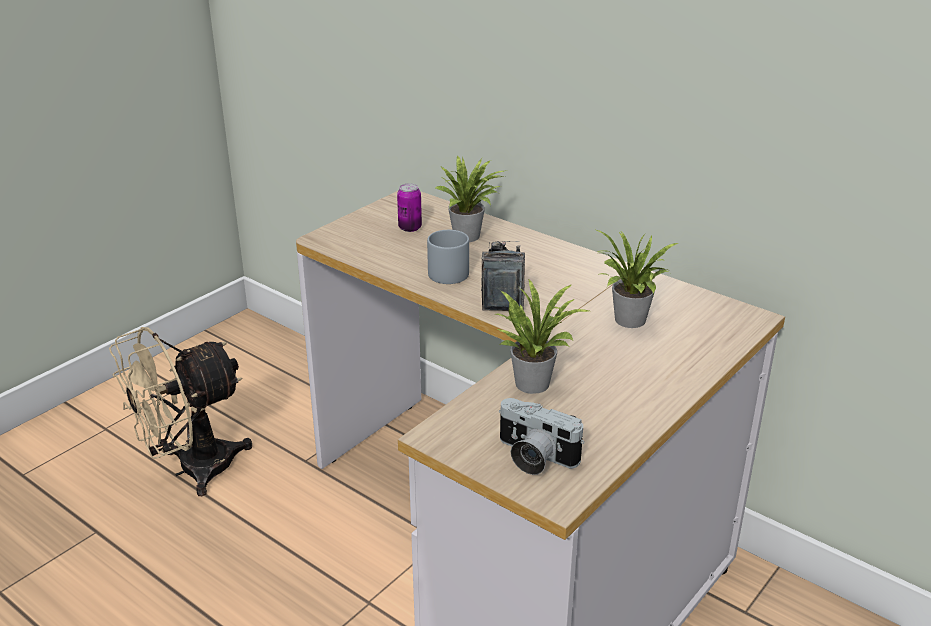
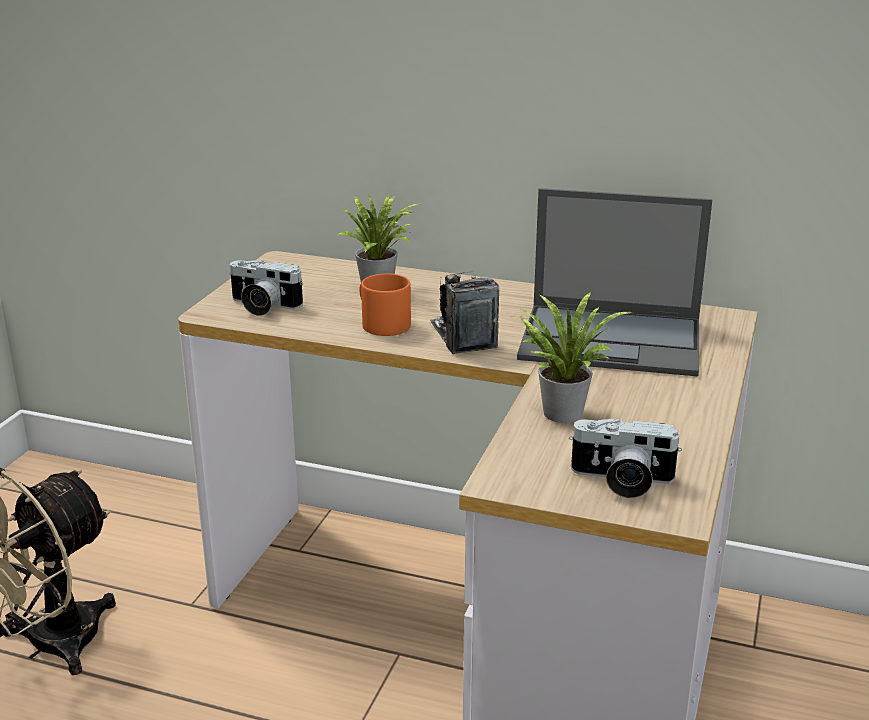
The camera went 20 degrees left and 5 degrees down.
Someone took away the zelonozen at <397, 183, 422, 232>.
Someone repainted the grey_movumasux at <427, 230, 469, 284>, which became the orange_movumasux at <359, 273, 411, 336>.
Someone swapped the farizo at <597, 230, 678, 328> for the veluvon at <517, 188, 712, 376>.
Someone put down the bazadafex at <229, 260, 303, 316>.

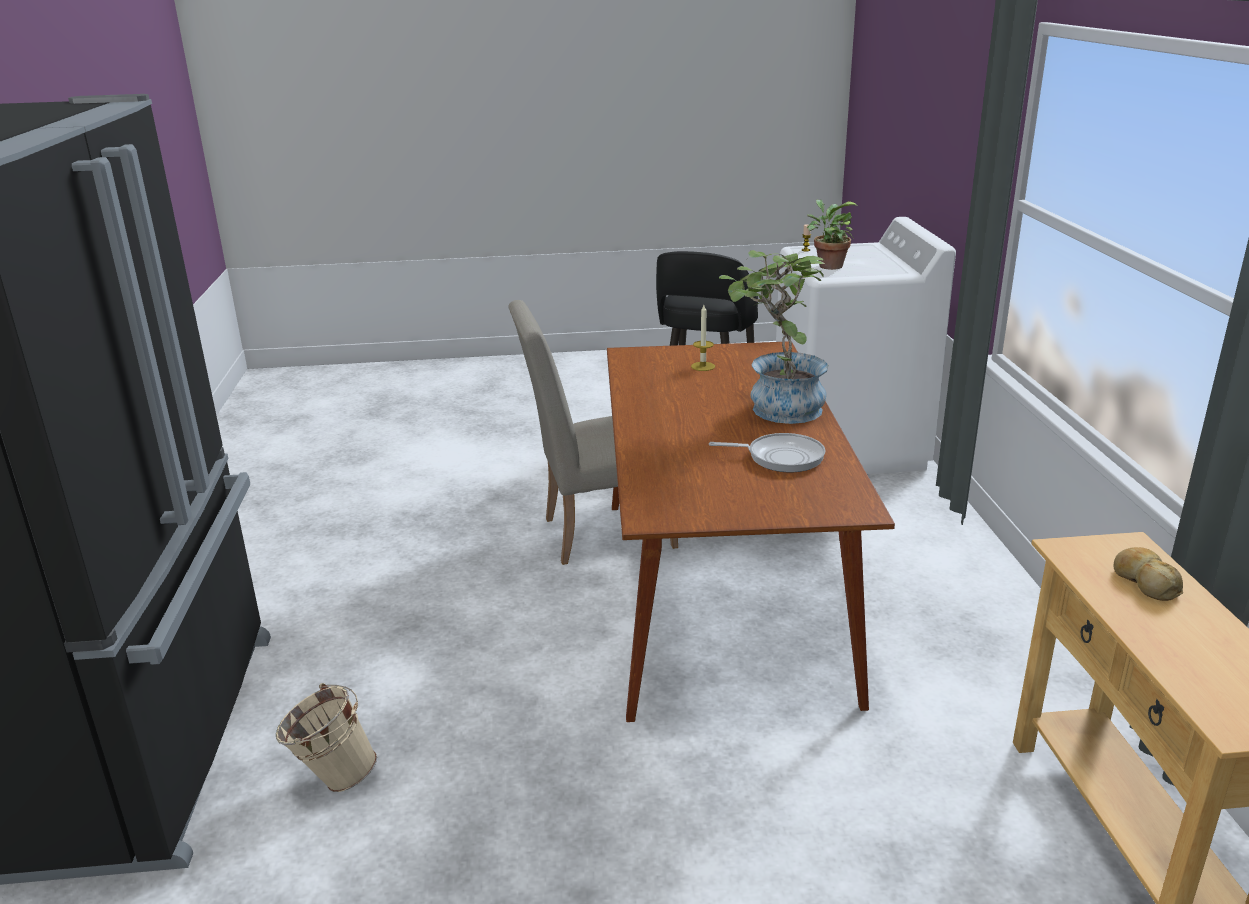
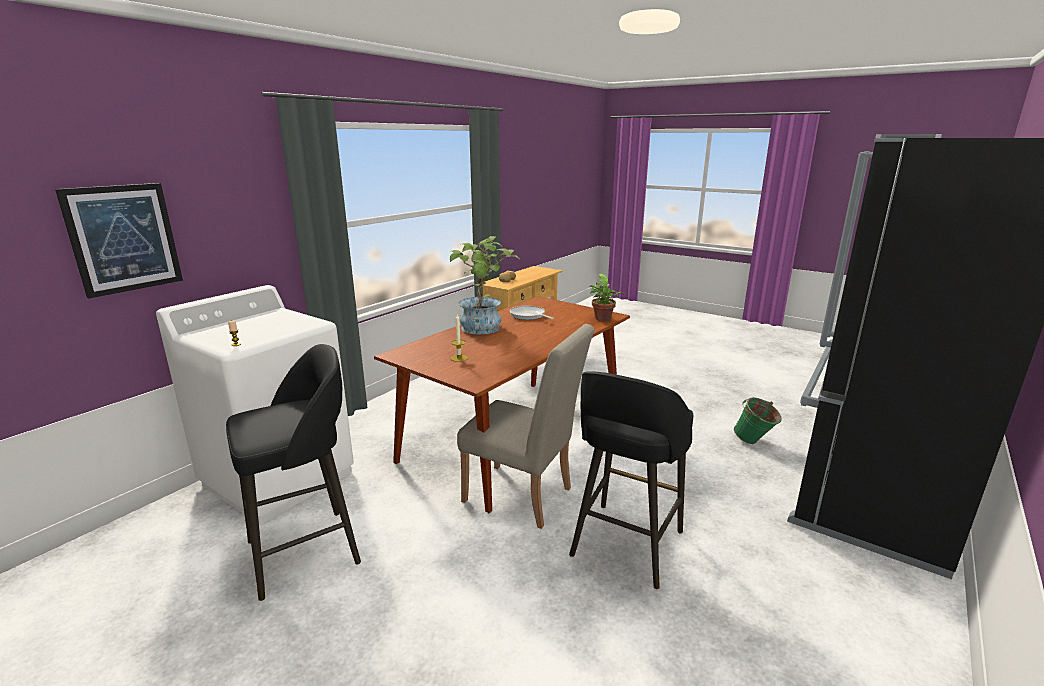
The camera went 140 degrees left and 5 degrees down.
Someone repainted the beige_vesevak at <276, 683, 377, 792>, which became the green_vesevak at <734, 397, 782, 444>.
Someone carried the farizo from <807, 199, 857, 270> to <589, 274, 626, 321>.
Someone put up the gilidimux at <55, 183, 183, 298>.
Someone put down the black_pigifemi at <569, 371, 693, 589>.

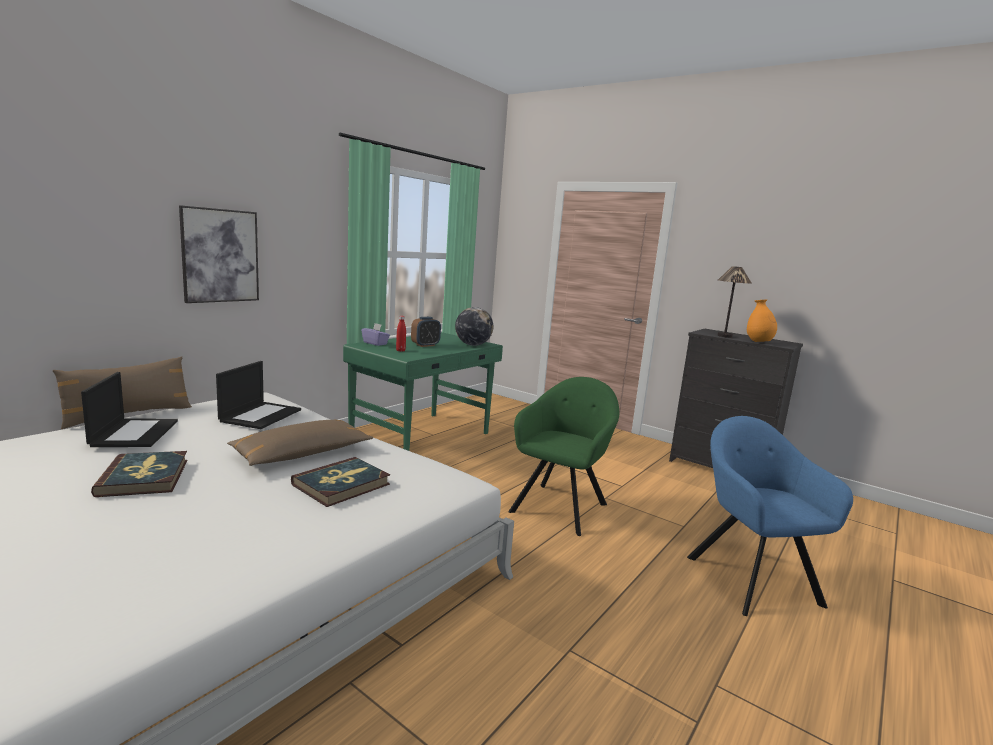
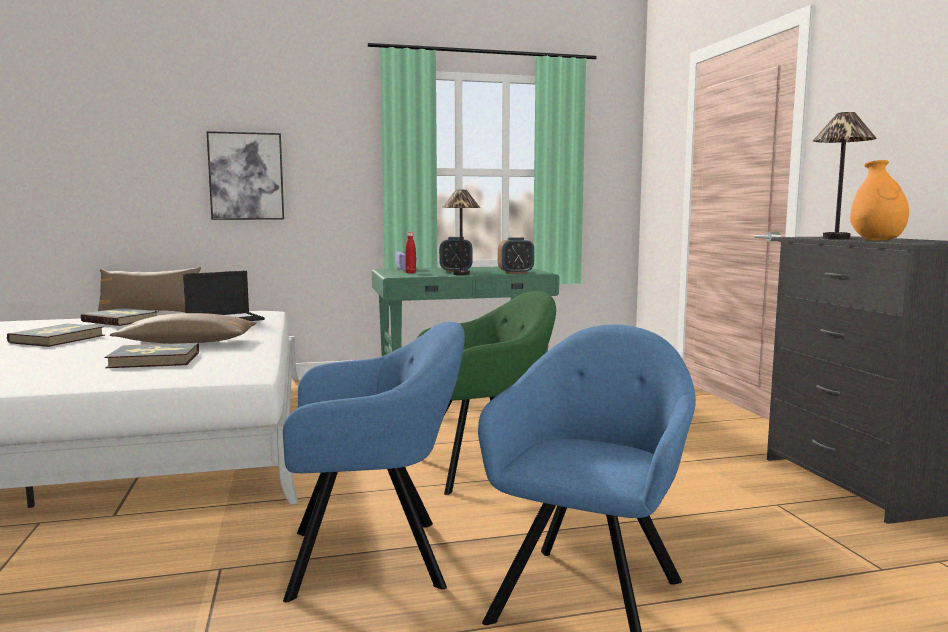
The camera went 40 degrees right and 5 degrees down.
Someone swapped the veluvon at <81, 372, 178, 447> for the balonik at <80, 308, 159, 326>.
Someone swapped the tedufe at <455, 307, 493, 346> for the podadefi at <498, 237, 534, 274>.
Someone put down the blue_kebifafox at <283, 322, 465, 602>.
Someone put down the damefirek at <442, 190, 480, 275>.

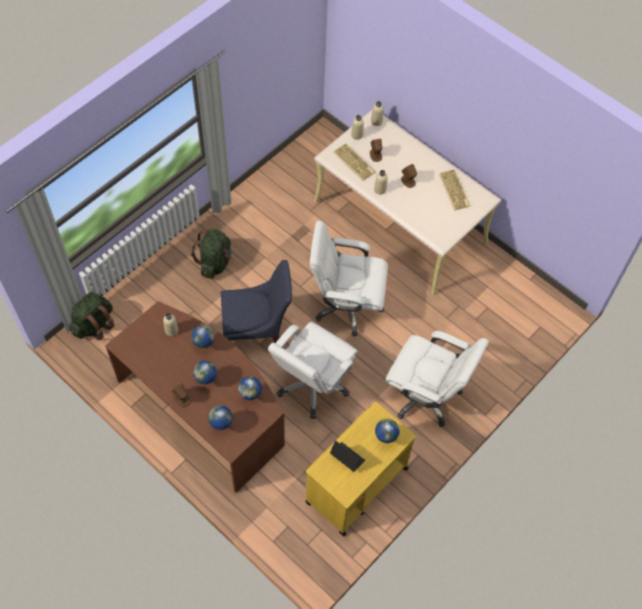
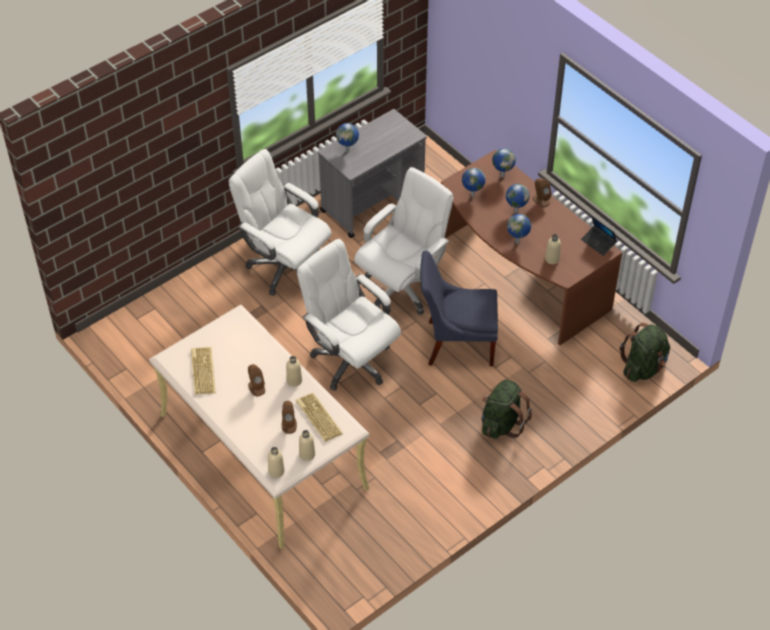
The camera went 170 degrees left and 10 degrees down.
Someone repainted the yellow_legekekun at <305, 402, 416, 536>, which became the grey_legekekun at <318, 109, 427, 238>.
Someone rotated the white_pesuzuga at <310, 221, 388, 337> by 150 degrees counterclockwise.
Someone carried the veluvon from <330, 441, 365, 472> to <581, 216, 617, 256>.

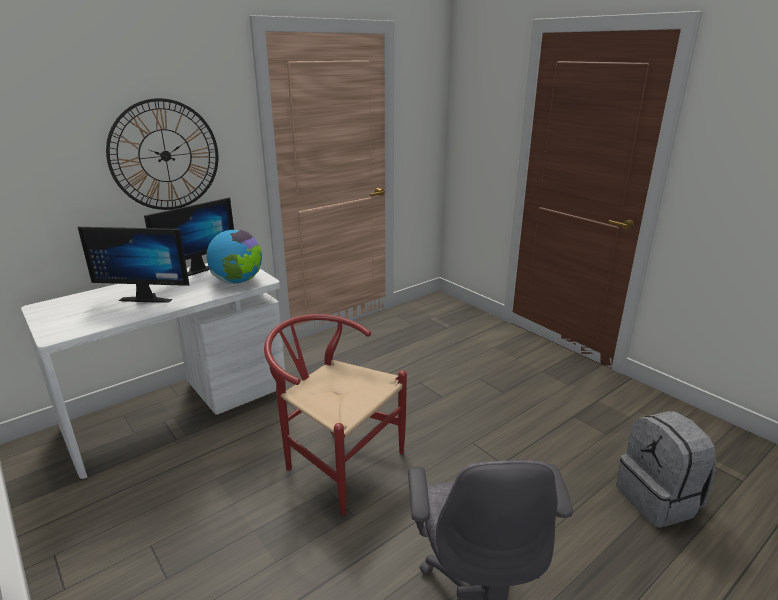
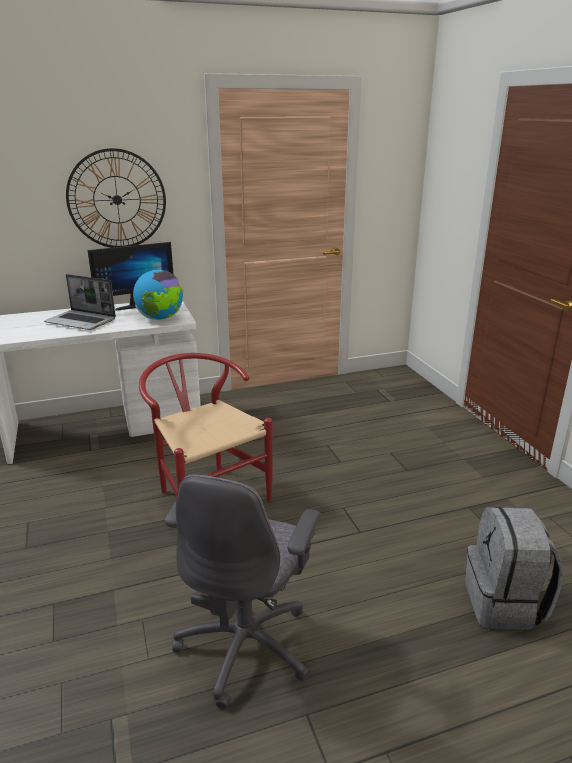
The camera went 20 degrees right and 0 degrees up.
Someone swapped the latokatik at <78, 227, 190, 303> for the veluvon at <44, 274, 116, 330>.

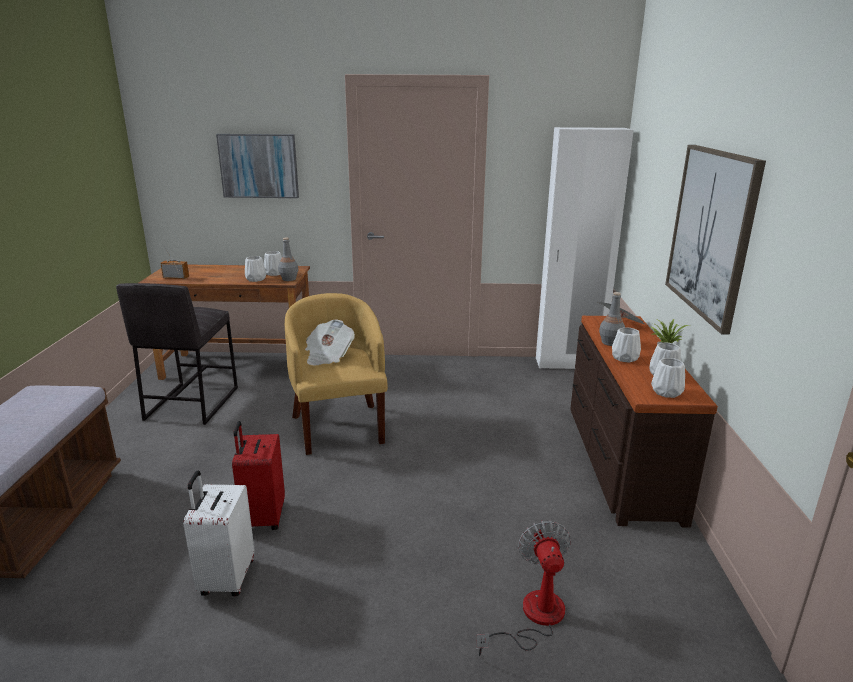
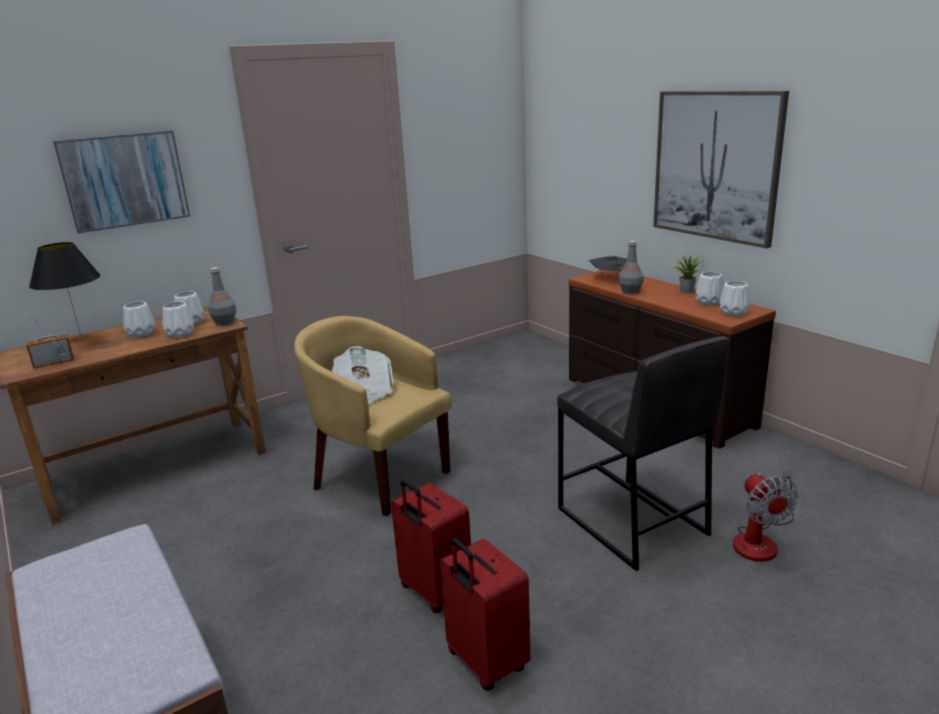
The camera went 35 degrees left and 0 degrees up.
Someone carried the grey_pigifemi from <116, 283, 238, 425> to <557, 336, 730, 571>.
Someone repainted the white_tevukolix at <183, 471, 254, 596>, which became the red_tevukolix at <440, 538, 530, 691>.
Someone rotated the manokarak at <476, 521, 571, 656> by 150 degrees counterclockwise.
Someone took away the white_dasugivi at <536, 127, 634, 369>.
Someone carried the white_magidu from <612, 327, 641, 363> to <123, 301, 155, 338>.
Someone put down the black_damefirek at <29, 242, 100, 343>.

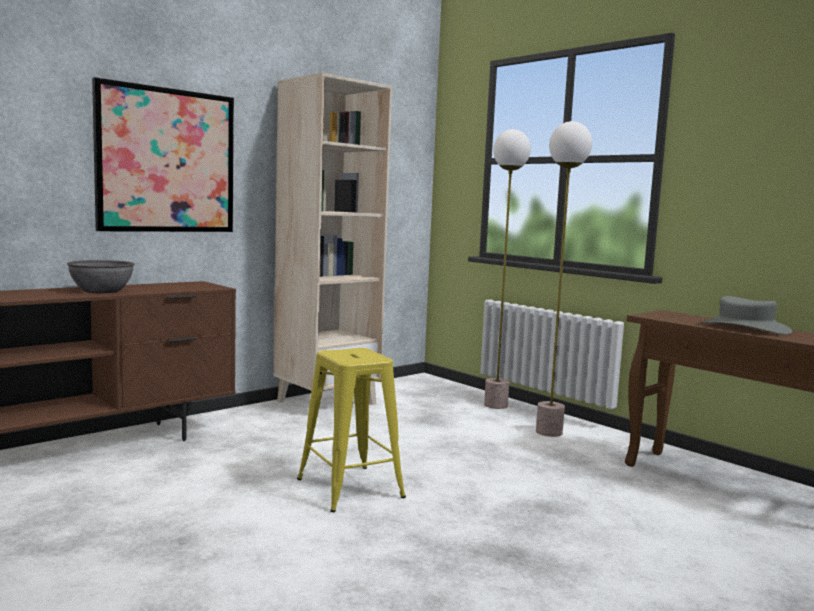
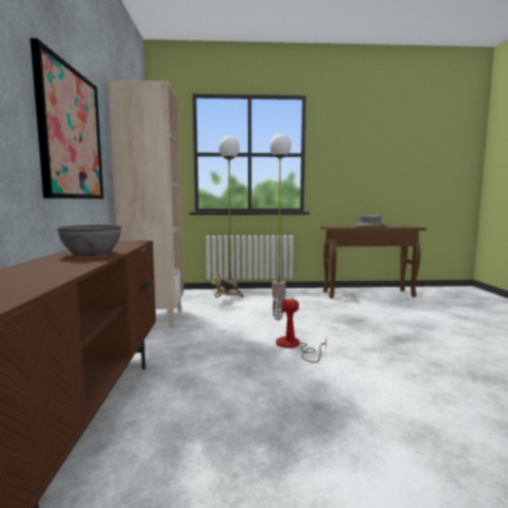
The camera went 50 degrees left and 0 degrees up.
Someone swapped the yellow_pigifemi at <297, 348, 406, 512> for the manokarak at <273, 291, 326, 363>.
Someone put down the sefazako at <211, 274, 244, 298>.

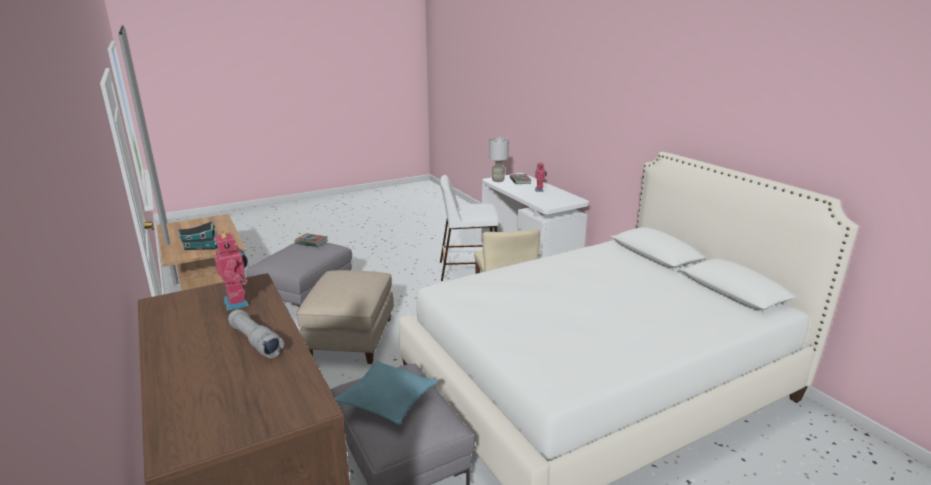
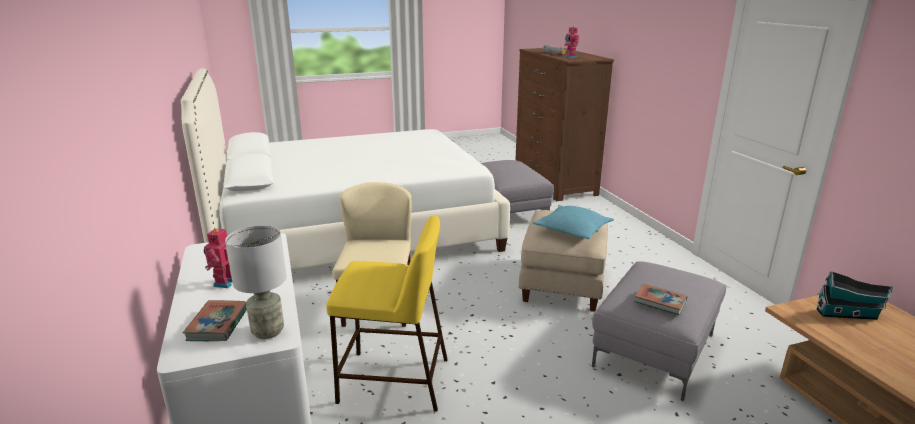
The camera went 170 degrees left and 0 degrees up.
Someone carried the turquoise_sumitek from <335, 361, 438, 425> to <533, 205, 614, 239>.
Someone repainted the white_pigifemi at <440, 175, 499, 281>, which became the yellow_pigifemi at <326, 215, 448, 412>.

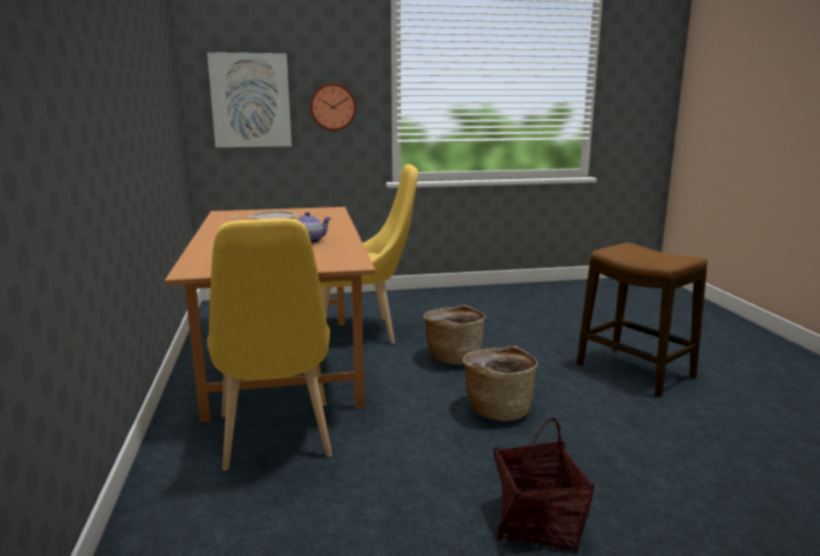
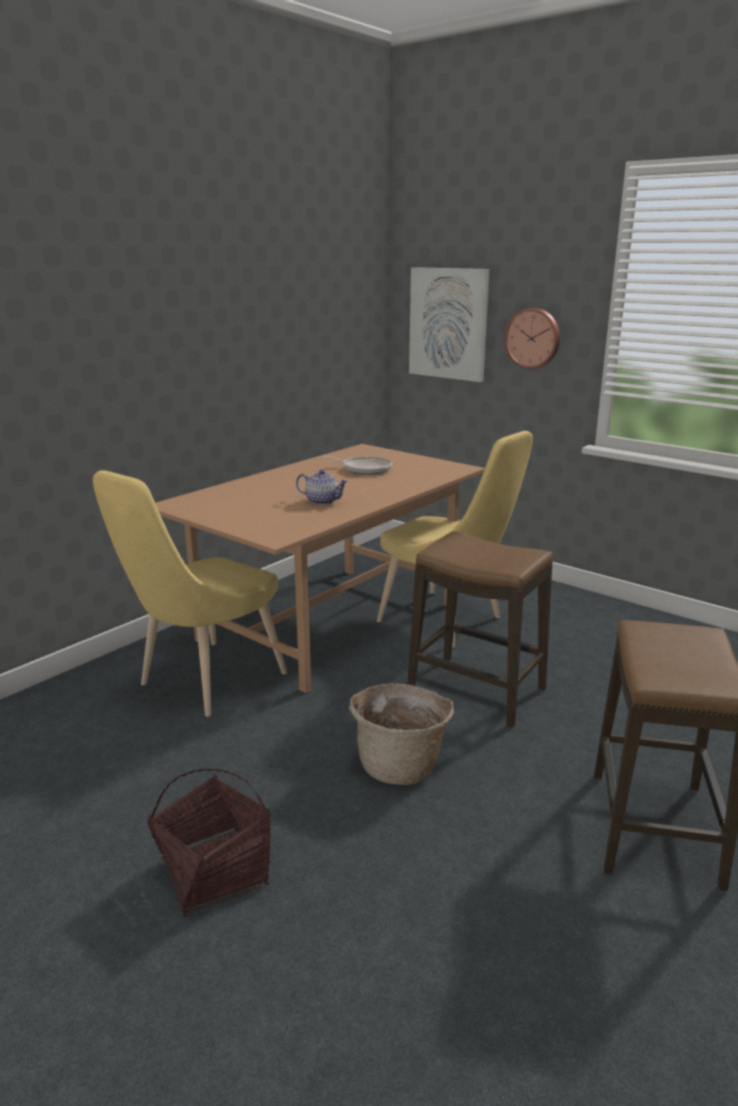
The camera went 50 degrees right and 5 degrees up.
Someone swapped the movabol at <423, 305, 486, 365> for the pigifemi at <407, 531, 553, 728>.

